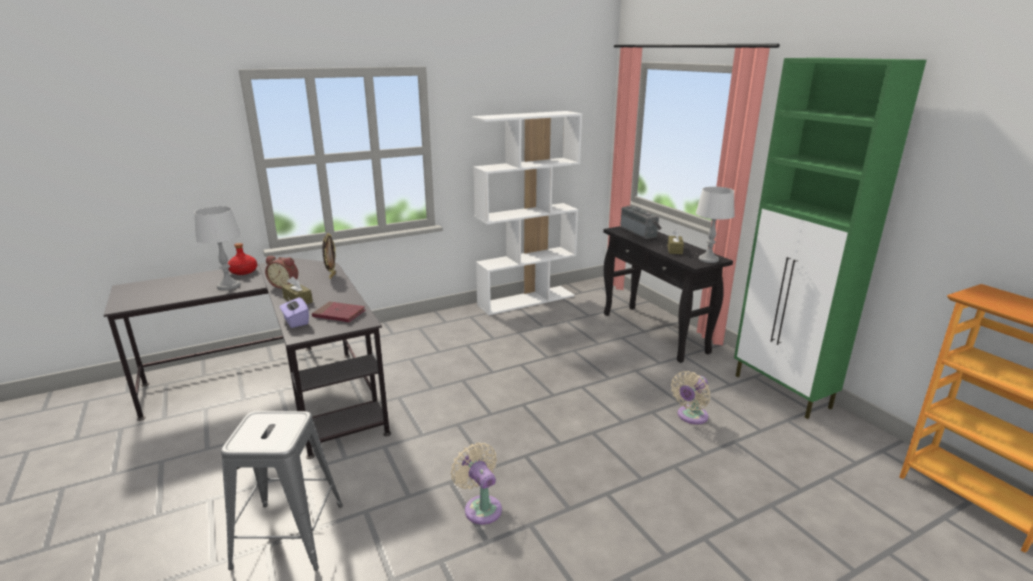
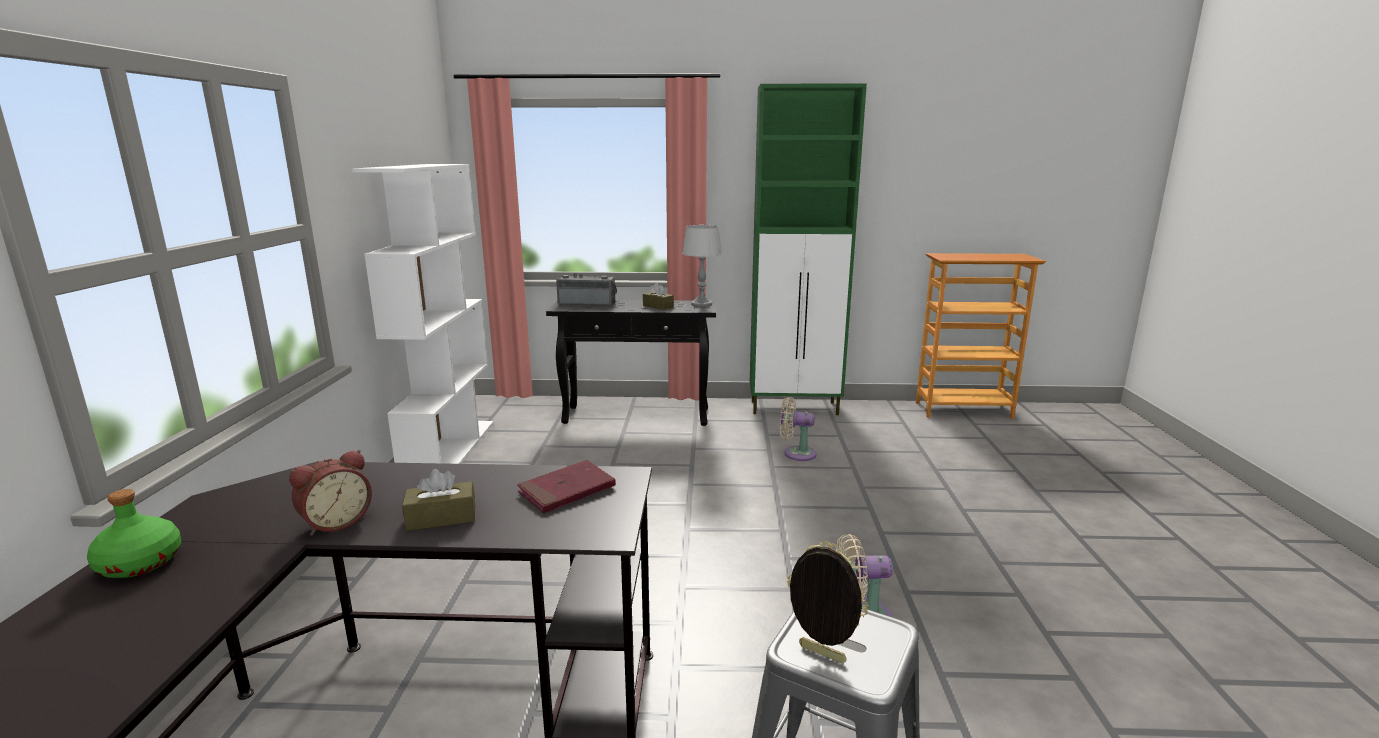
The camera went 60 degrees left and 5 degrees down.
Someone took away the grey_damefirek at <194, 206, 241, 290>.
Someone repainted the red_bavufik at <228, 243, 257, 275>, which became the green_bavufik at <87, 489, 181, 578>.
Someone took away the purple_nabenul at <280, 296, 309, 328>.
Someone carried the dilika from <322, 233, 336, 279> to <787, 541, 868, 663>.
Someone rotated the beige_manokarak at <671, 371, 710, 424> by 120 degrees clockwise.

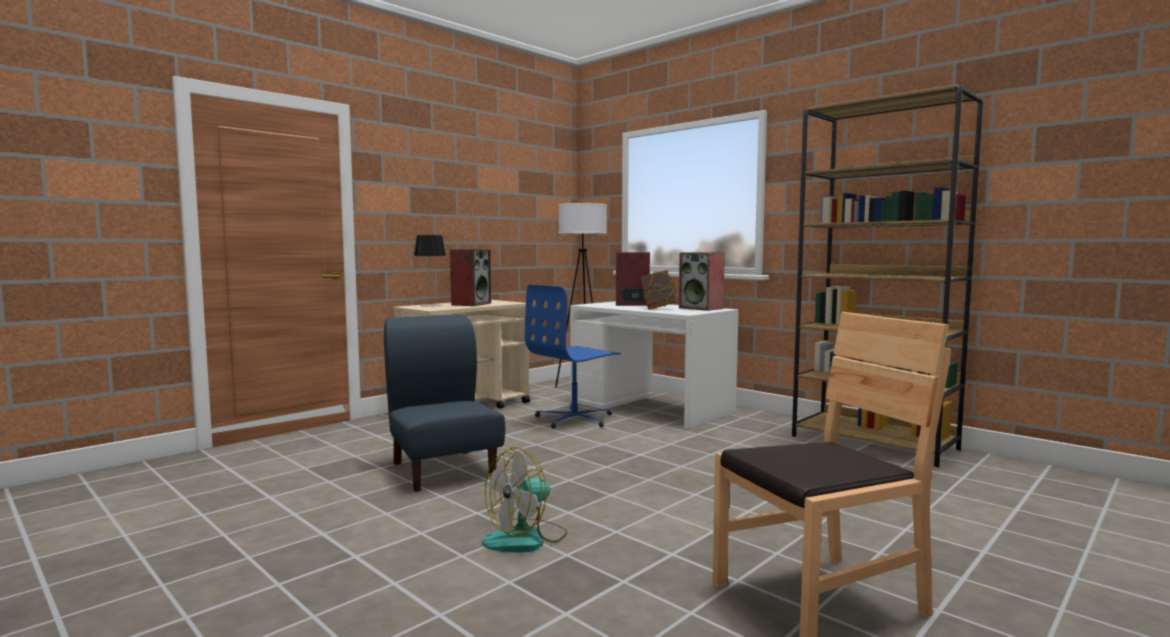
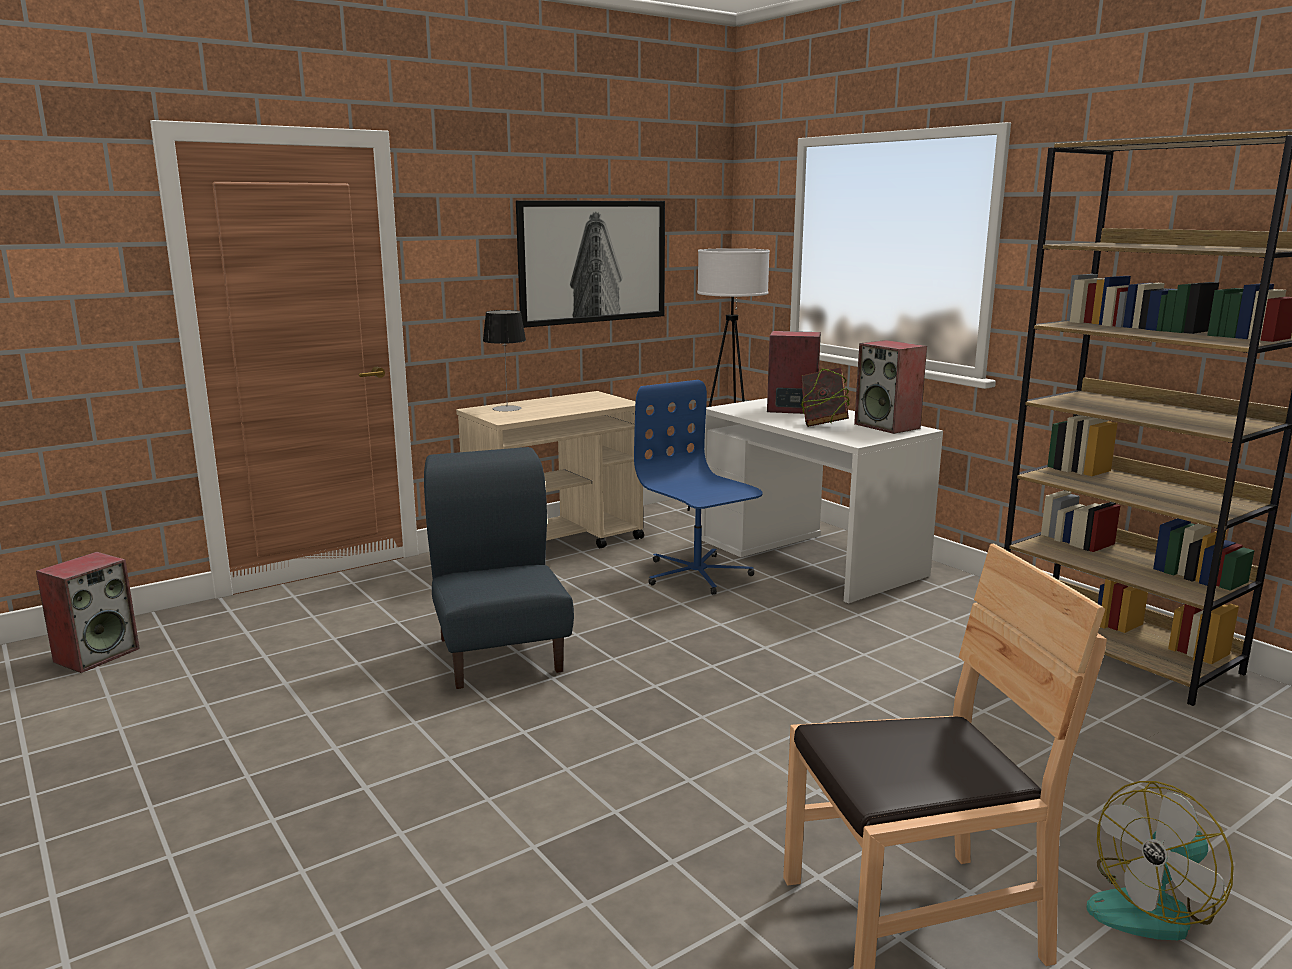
The camera went 10 degrees right and 10 degrees up.
Someone carried the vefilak from <450, 249, 491, 306> to <36, 552, 140, 673>.
Someone carried the manokarak from <482, 447, 567, 553> to <1086, 781, 1234, 940>.
Someone rotated the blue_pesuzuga at <525, 285, 621, 428> by 90 degrees clockwise.
Someone put up the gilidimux at <516, 200, 665, 328>.

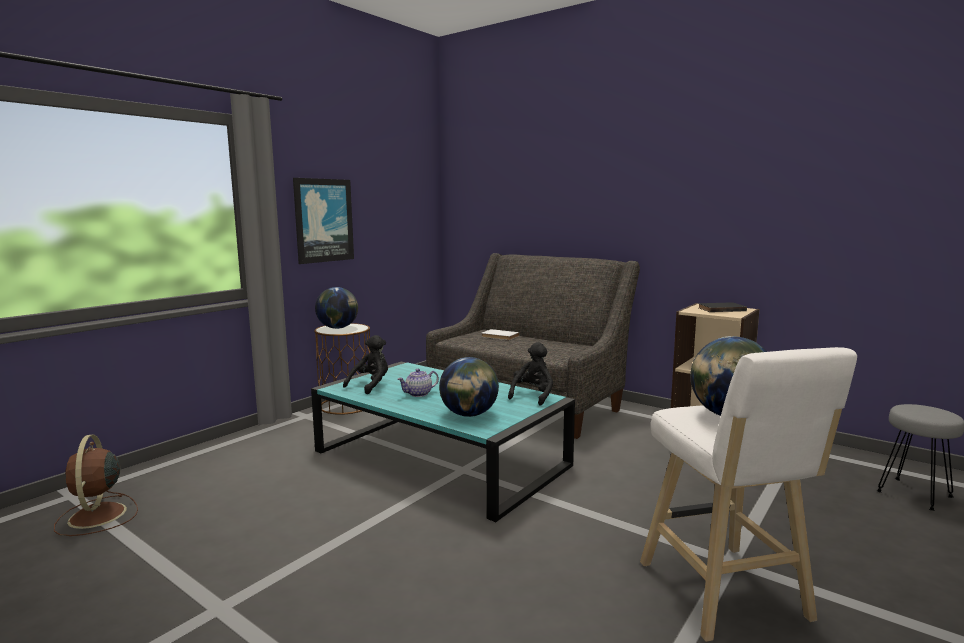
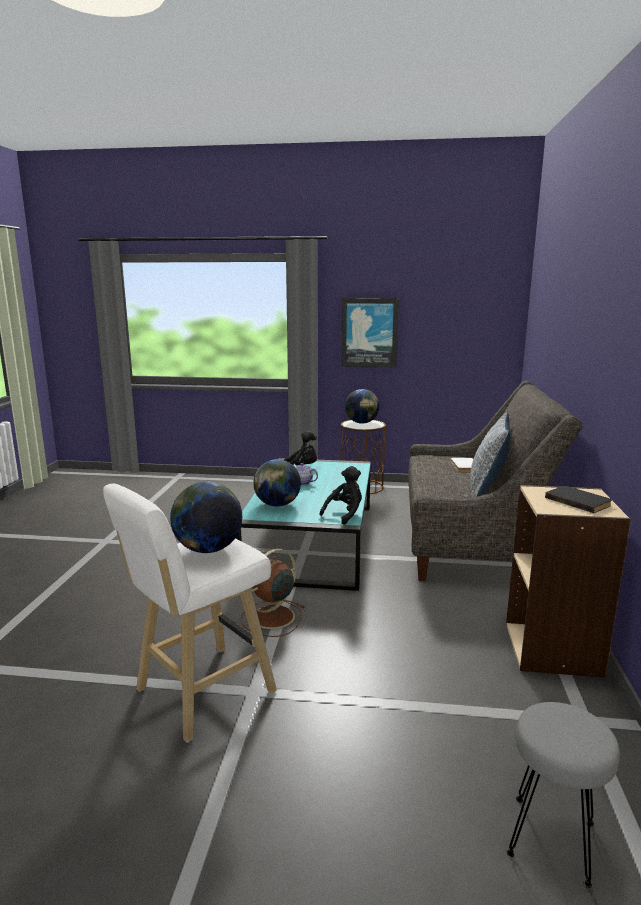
The camera went 60 degrees right and 5 degrees up.
Someone carried the brown_manokarak from <54, 435, 138, 536> to <240, 549, 304, 637>.
Someone rotated the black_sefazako at <508, 342, 553, 406> by 45 degrees counterclockwise.
Someone put down the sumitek at <470, 413, 511, 497>.

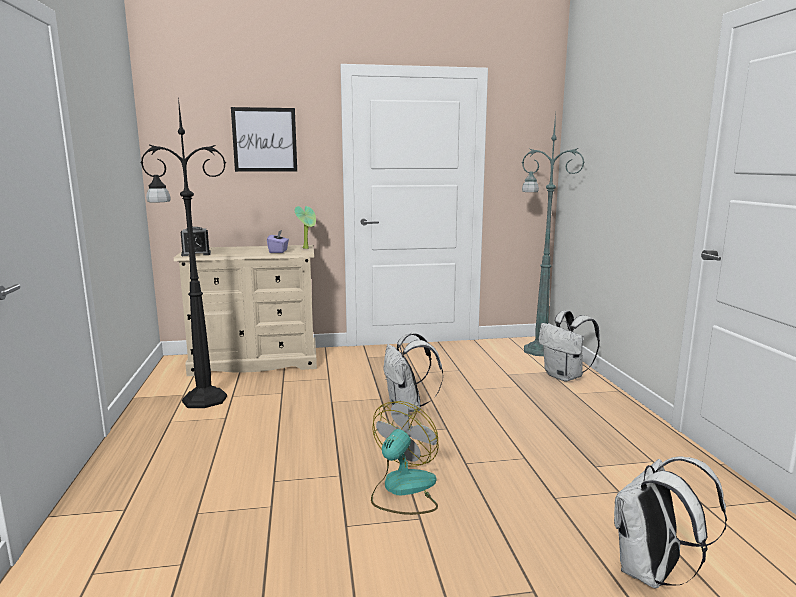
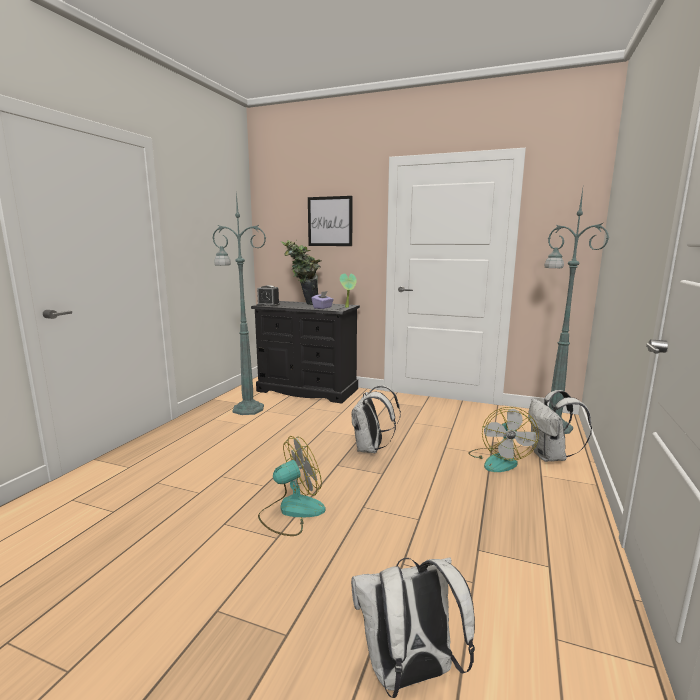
The camera went 30 degrees right and 0 degrees up.
Someone repainted the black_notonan at <140, 97, 227, 408>, which became the green_notonan at <212, 192, 266, 415>.
Someone repainted the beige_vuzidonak at <174, 245, 317, 376>, which became the black_vuzidonak at <251, 301, 360, 404>.
Someone put down the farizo at <281, 240, 322, 305>.
Someone put down the manokarak at <469, 407, 539, 472>.

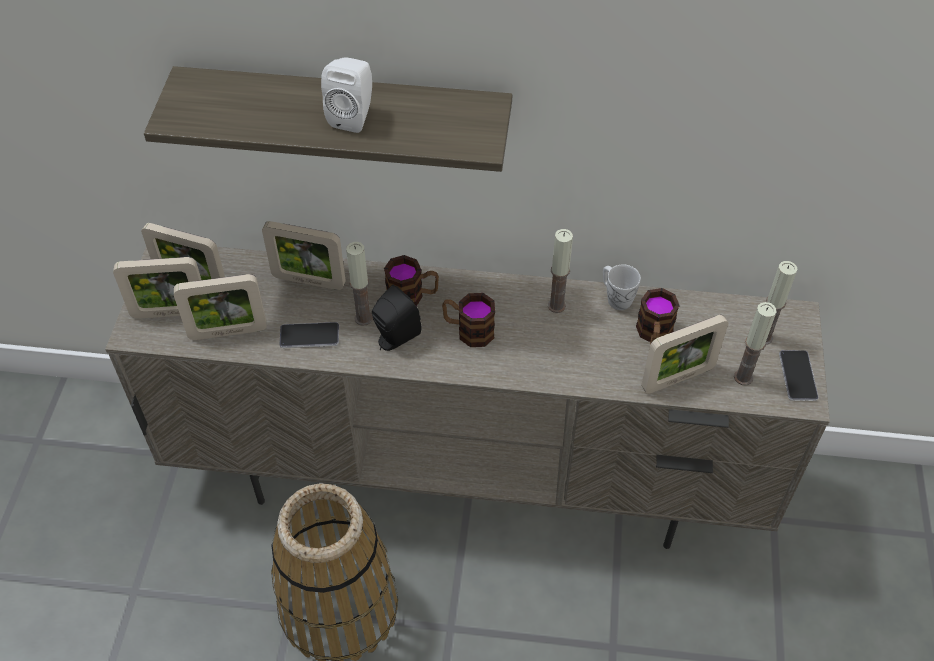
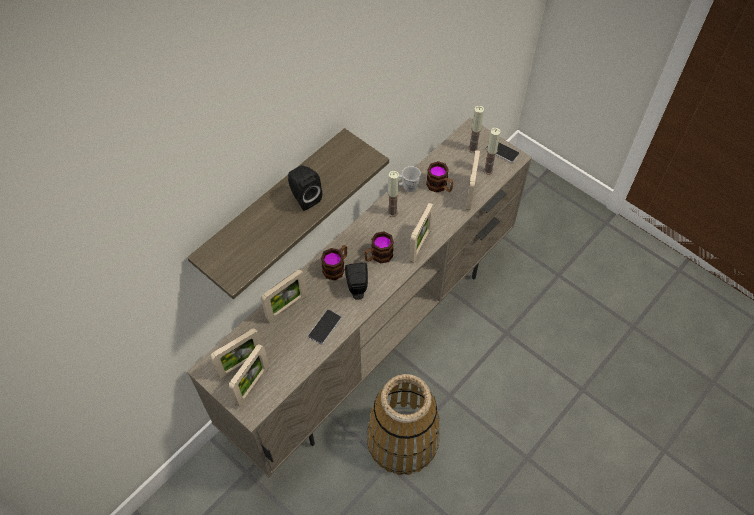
The camera went 55 degrees left and 5 degrees up.
Someone carried the dilika from <174, 274, 267, 340> to <409, 203, 434, 263>.
Someone repainted the white_vefilak at <321, 57, 372, 133>, which became the black_vefilak at <288, 165, 322, 211>.
Someone took away the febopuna at <346, 242, 373, 326>.

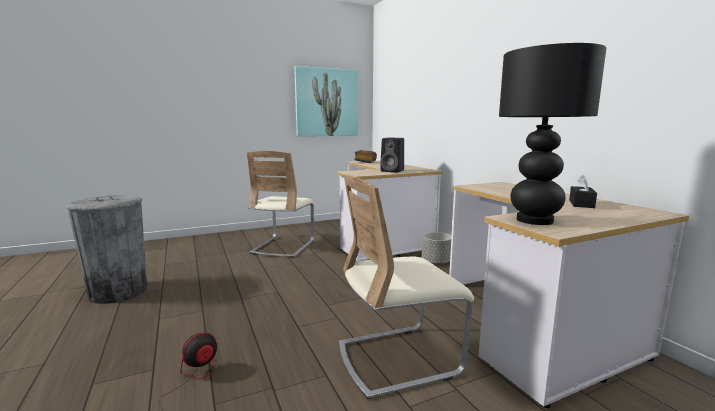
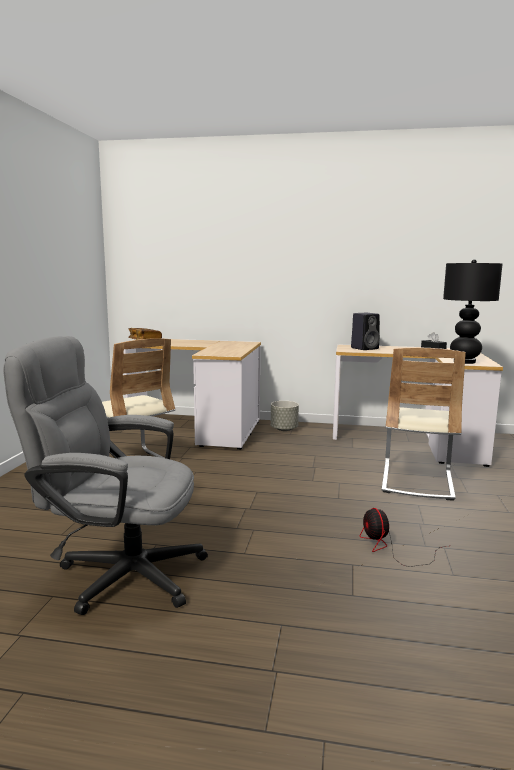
The camera went 55 degrees left and 0 degrees up.
Someone swapped the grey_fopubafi at <66, 195, 147, 304> for the grey_pesuzuga at <3, 336, 208, 615>.
Someone took away the gilidimux at <294, 66, 358, 136>.
Someone carried the black_vefilak from <380, 138, 404, 172> to <351, 313, 380, 350>.

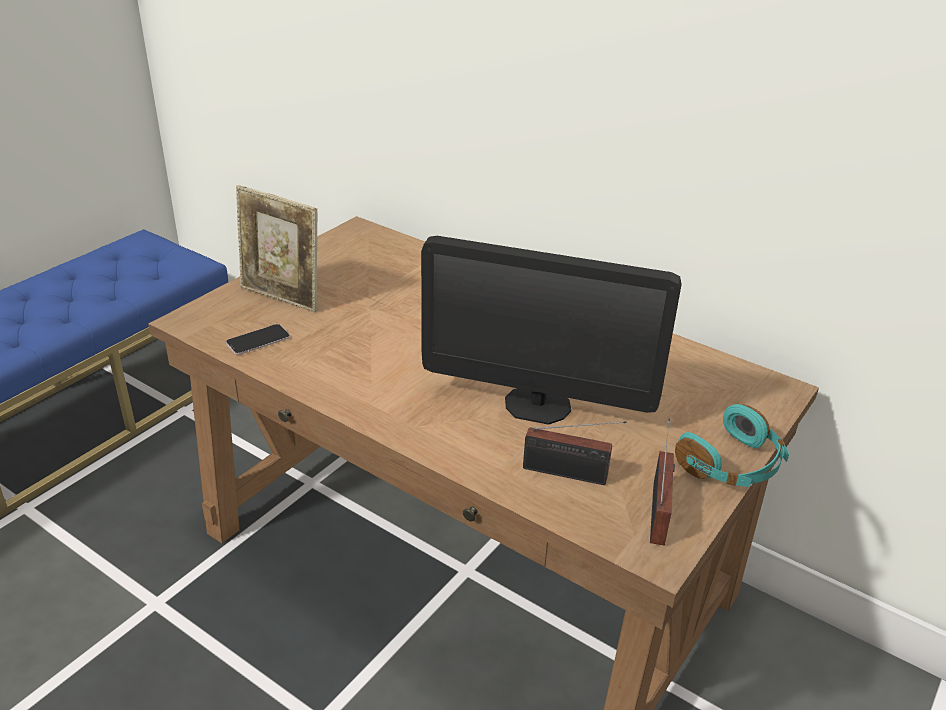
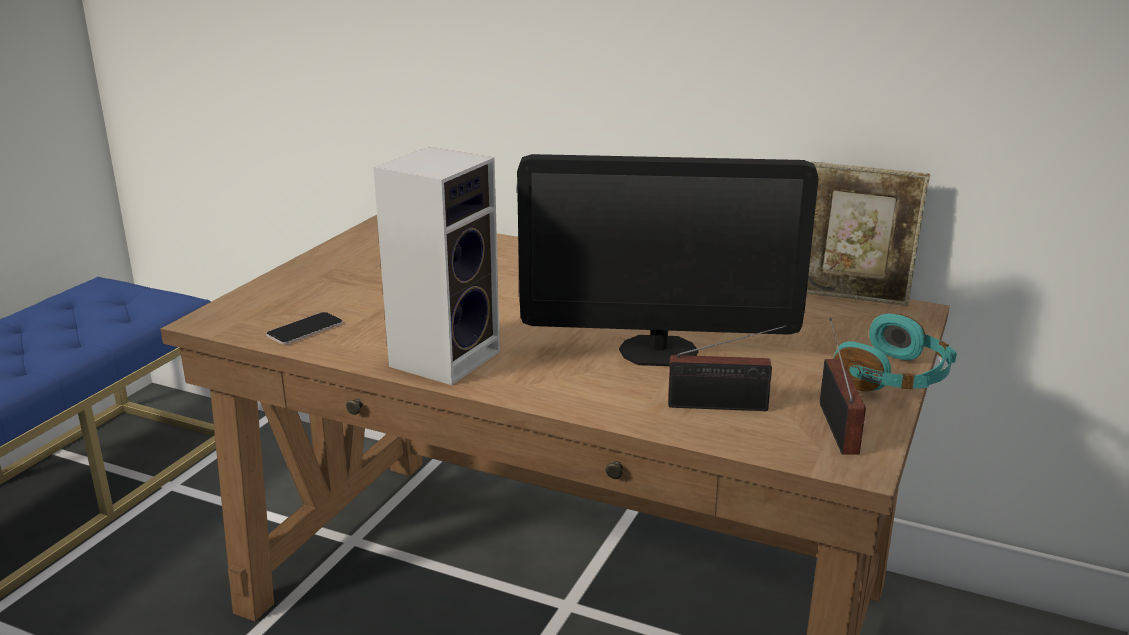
The camera went 10 degrees left and 10 degrees down.
Someone carried the dilika from <236, 185, 317, 312> to <807, 161, 930, 306>.
Someone put down the vefilak at <373, 147, 500, 385>.

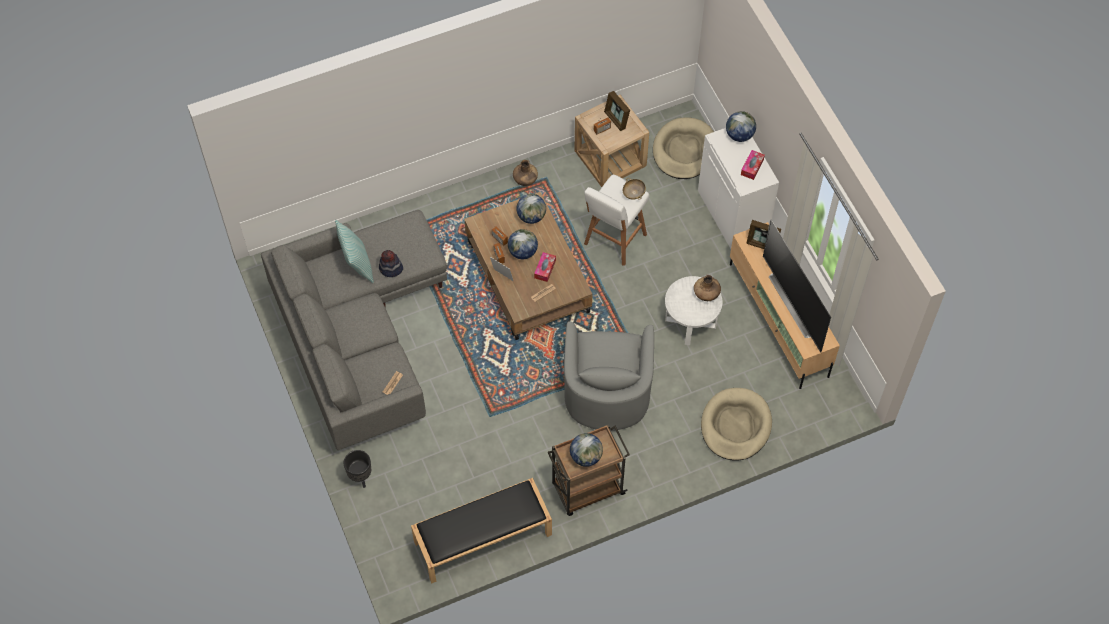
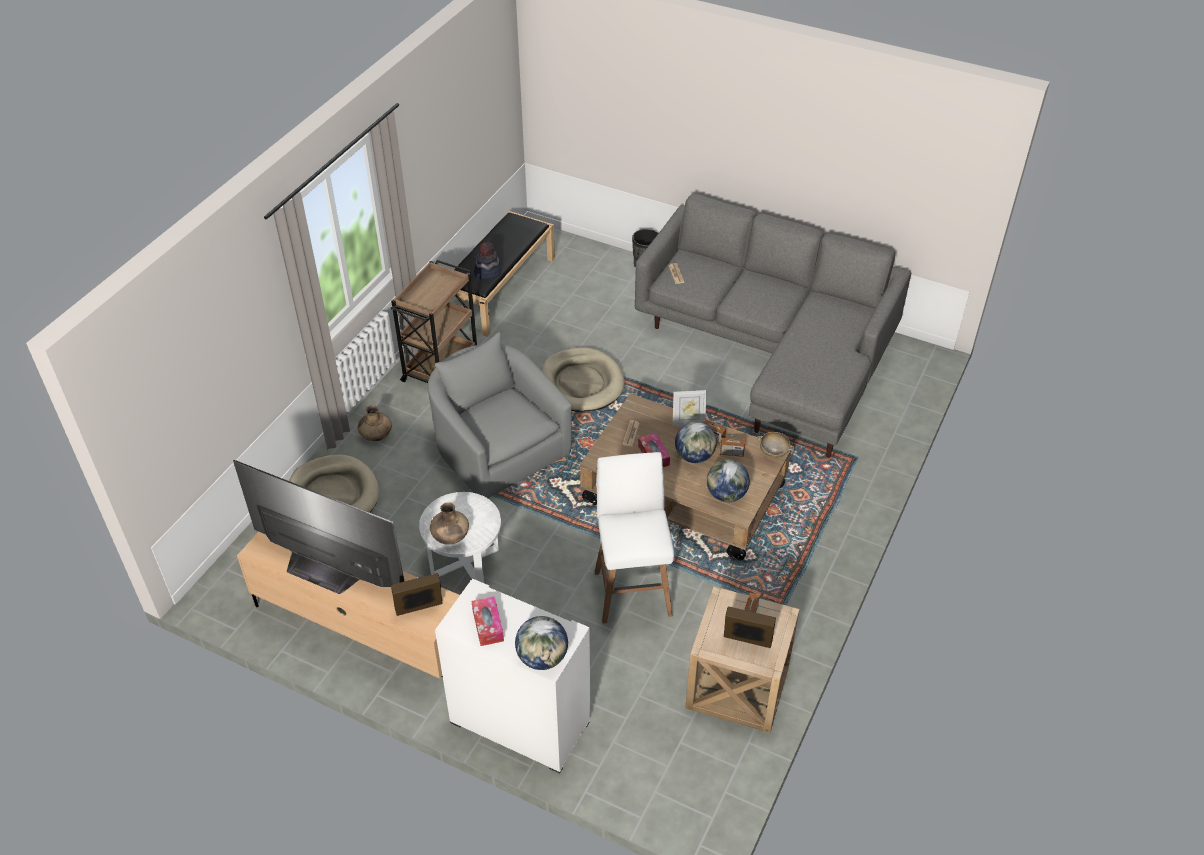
The camera went 140 degrees right and 15 degrees down.
Someone took away the sumitek at <335, 220, 374, 283>.
Someone carried the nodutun from <379, 250, 403, 277> to <474, 242, 502, 280>.
Someone carried the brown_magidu from <513, 160, 538, 186> to <358, 405, 392, 441>.
Someone took away the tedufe at <570, 433, 603, 467>.
Someone carried the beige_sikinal from <623, 178, 646, 200> to <757, 432, 794, 458>.
Someone carried the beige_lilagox from <653, 117, 714, 179> to <541, 348, 625, 412>.

